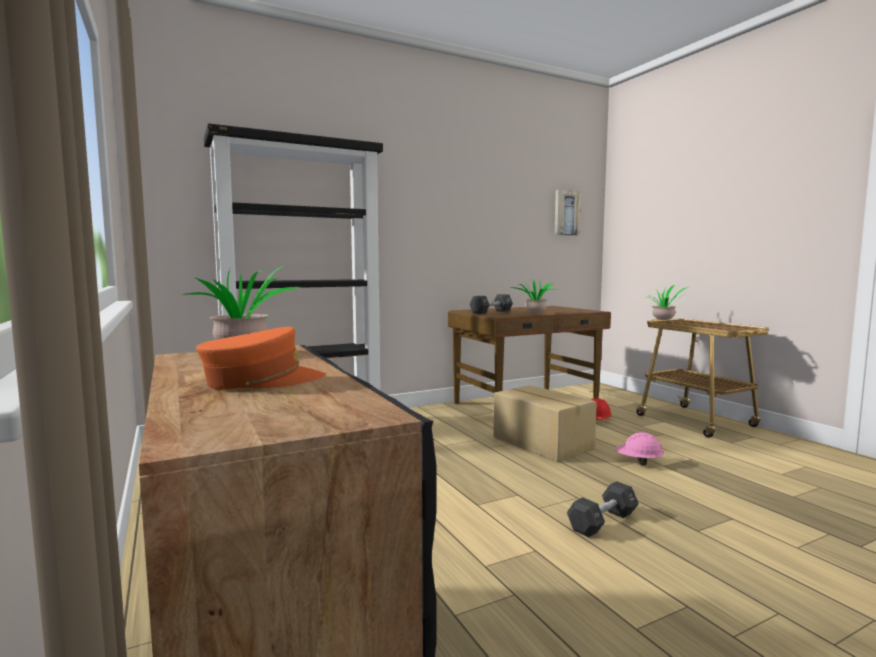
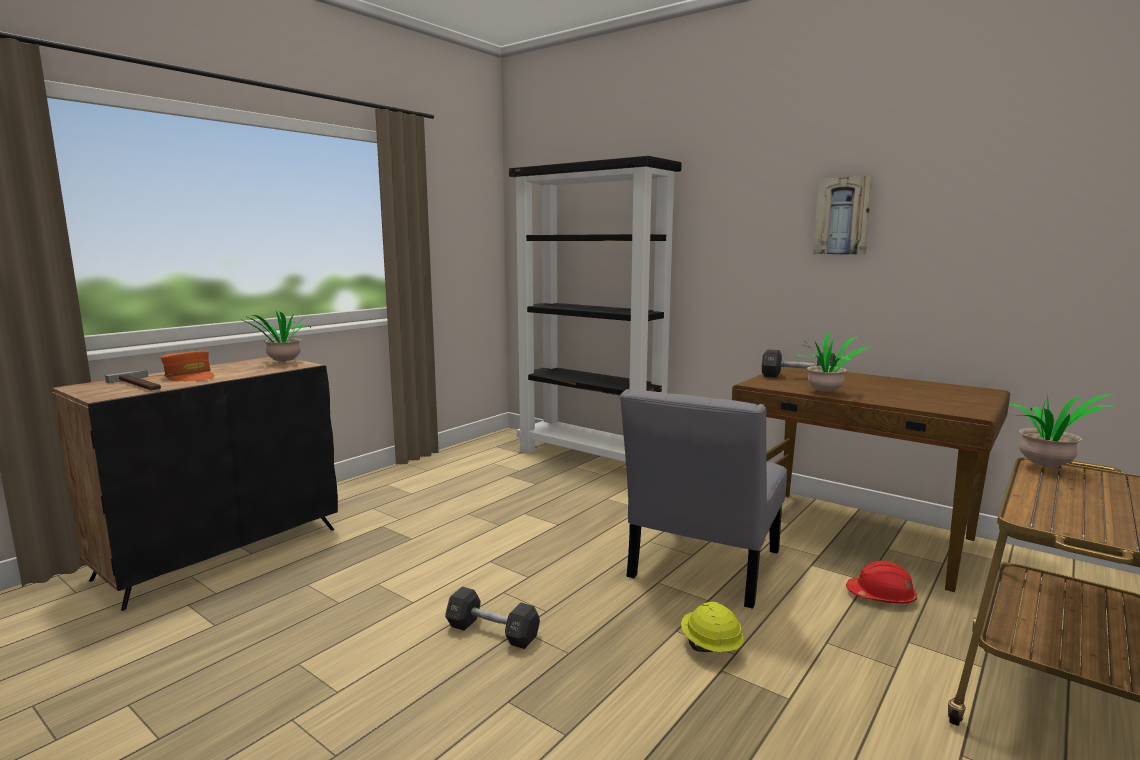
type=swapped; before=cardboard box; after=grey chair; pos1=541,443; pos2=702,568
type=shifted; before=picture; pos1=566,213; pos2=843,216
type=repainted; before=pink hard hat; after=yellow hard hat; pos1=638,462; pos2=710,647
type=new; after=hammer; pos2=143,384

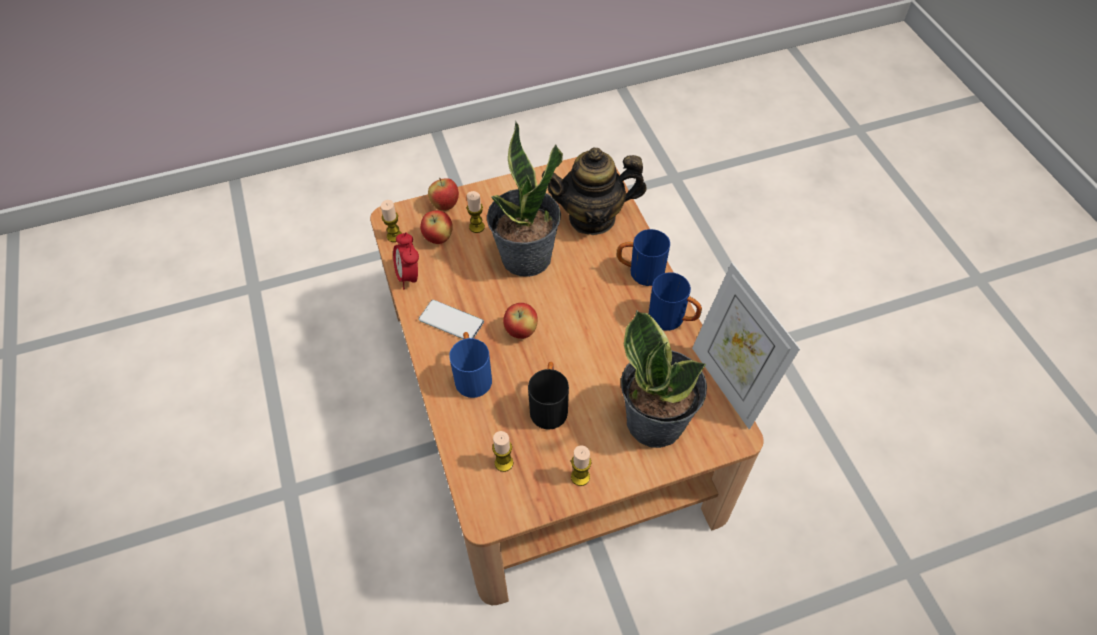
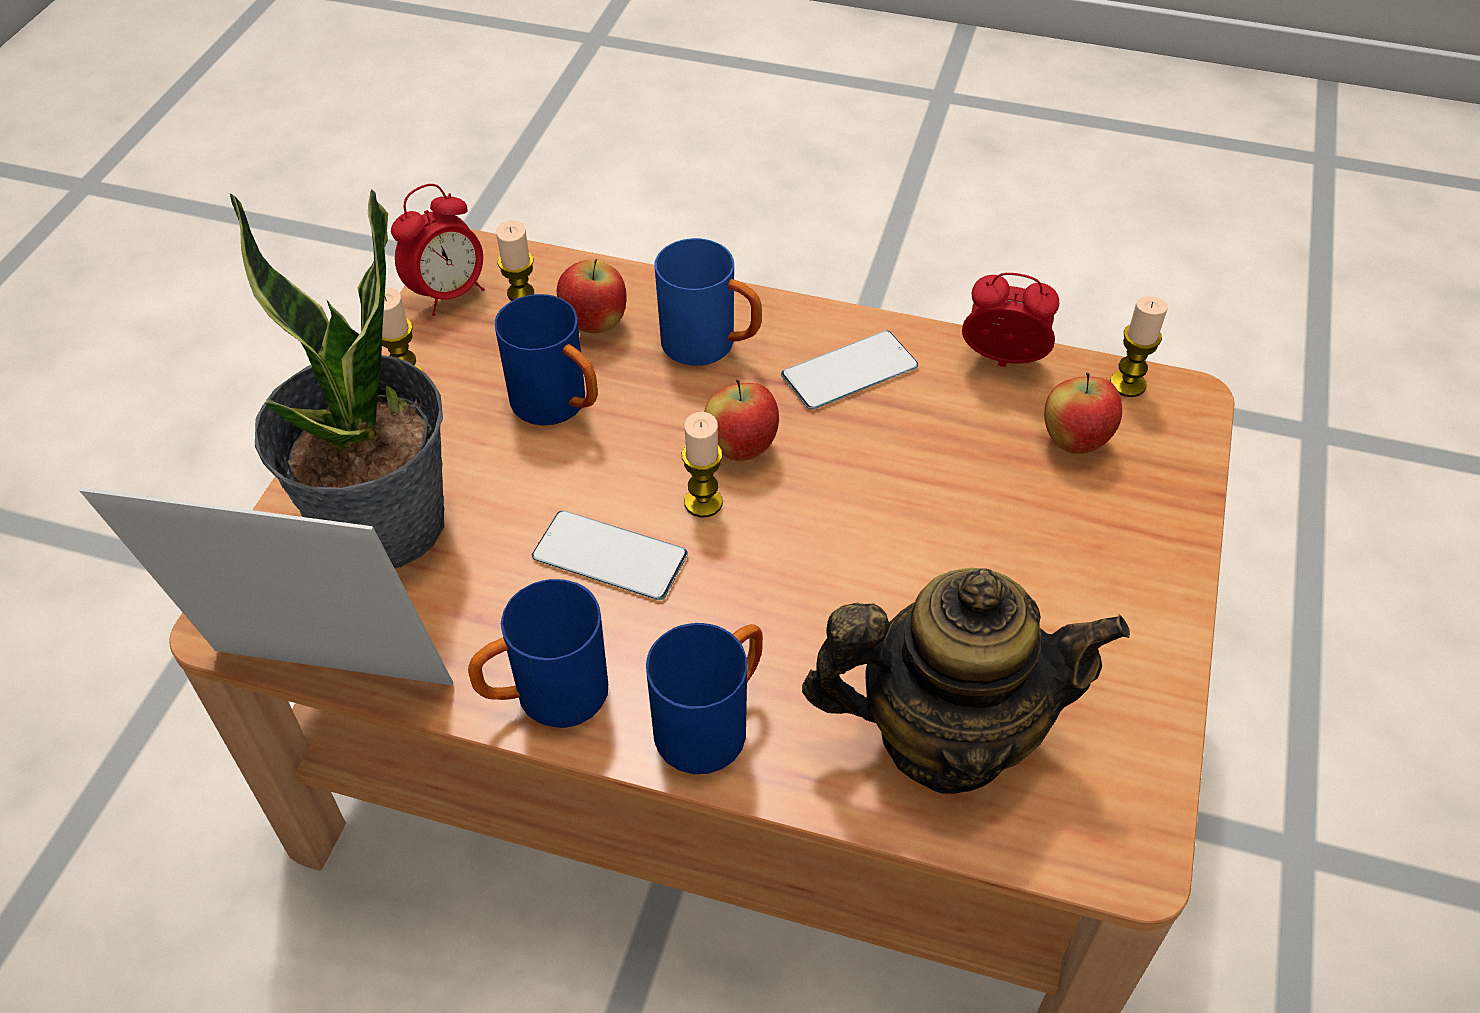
type=shifted; before=apple; pos1=445,205; pos2=595,324
type=shifted; before=candle; pos1=477,227; pos2=703,502
type=gone; before=potted plant; pos1=525,258
type=repainted; before=black mug; after=blue mug; pos1=549,405; pos2=560,407
type=rotated; before=teapot; pos1=592,218; pos2=945,735; turn=60
type=new; after=alarm clock; pos2=448,294
type=new; after=phone; pos2=610,556

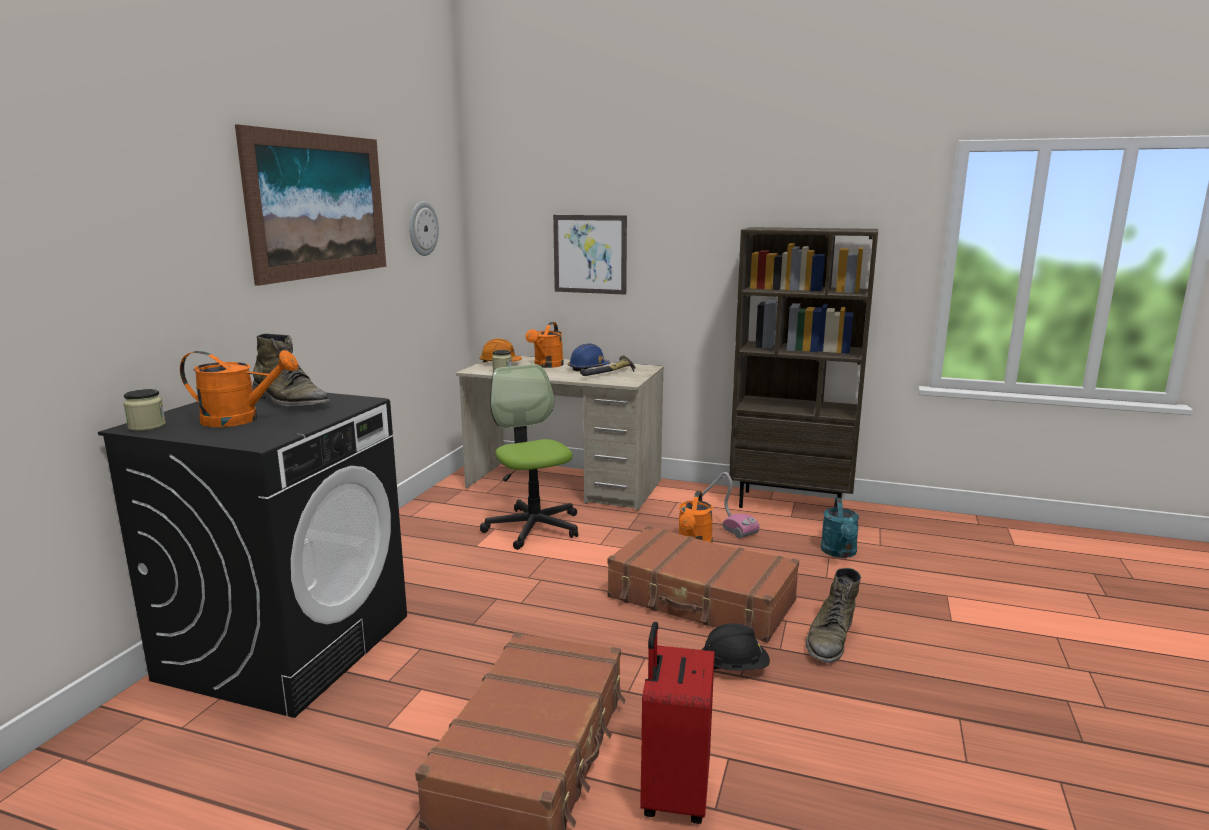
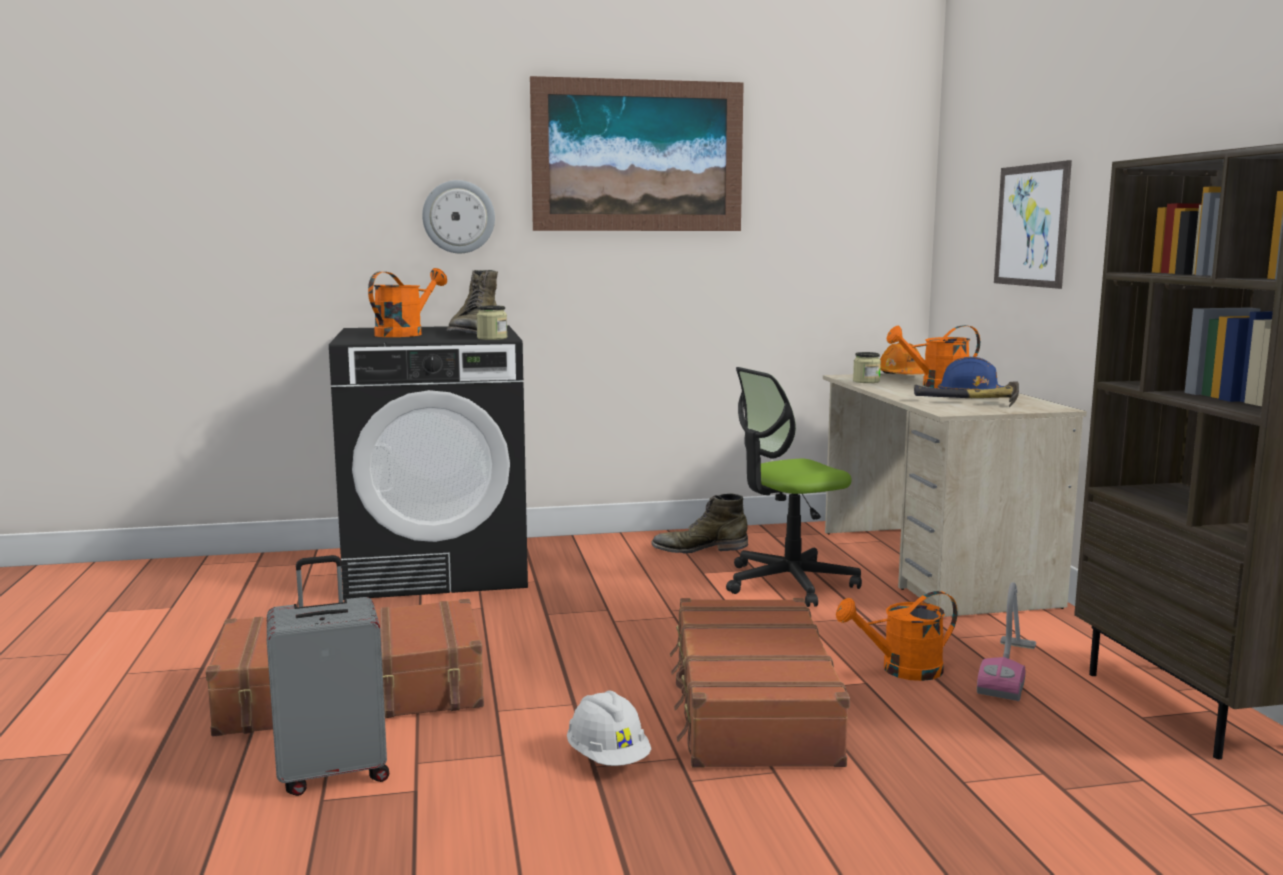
type=shifted; before=jar; pos1=147,426; pos2=492,338
type=rotated; before=orange watering can; pos1=240,420; pos2=405,334; turn=-120
type=shifted; before=wall clock; pos1=422,228; pos2=458,217
type=rotated; before=office chair; pos1=533,527; pos2=788,583; turn=-150
type=repainted; before=red suitcase; after=grey suitcase; pos1=673,794; pos2=333,772
type=repainted; before=black hard hat; after=white hard hat; pos1=734,667; pos2=608,758
type=shifted; before=green boot; pos1=830,639; pos2=699,548
type=gone; before=turquoise watering can; pos1=839,553

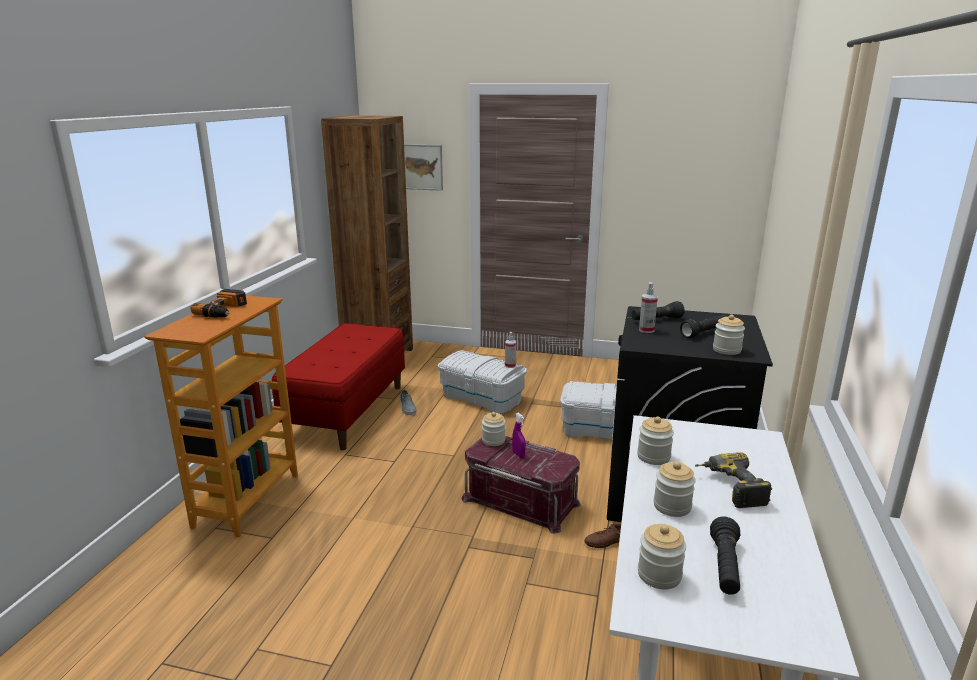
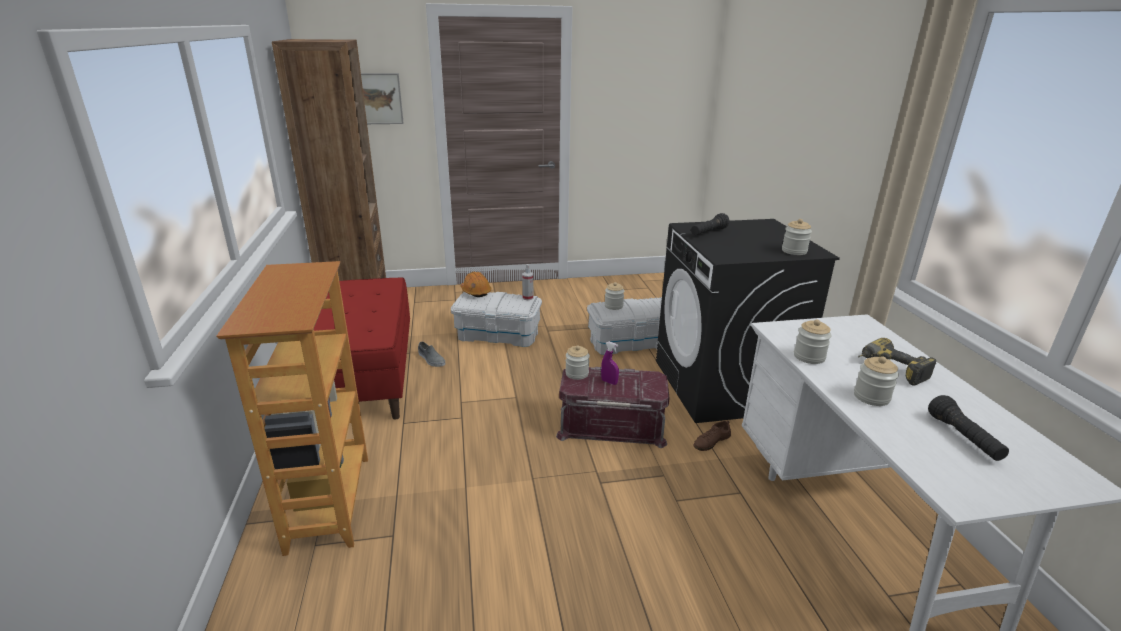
type=gone; before=power drill; pos1=224,311
type=shifted; before=jar; pos1=659,575; pos2=613,306
type=gone; before=spray bottle; pos1=646,330
type=gone; before=black flashlight; pos1=704,333
type=new; after=orange hard hat; pos2=476,291

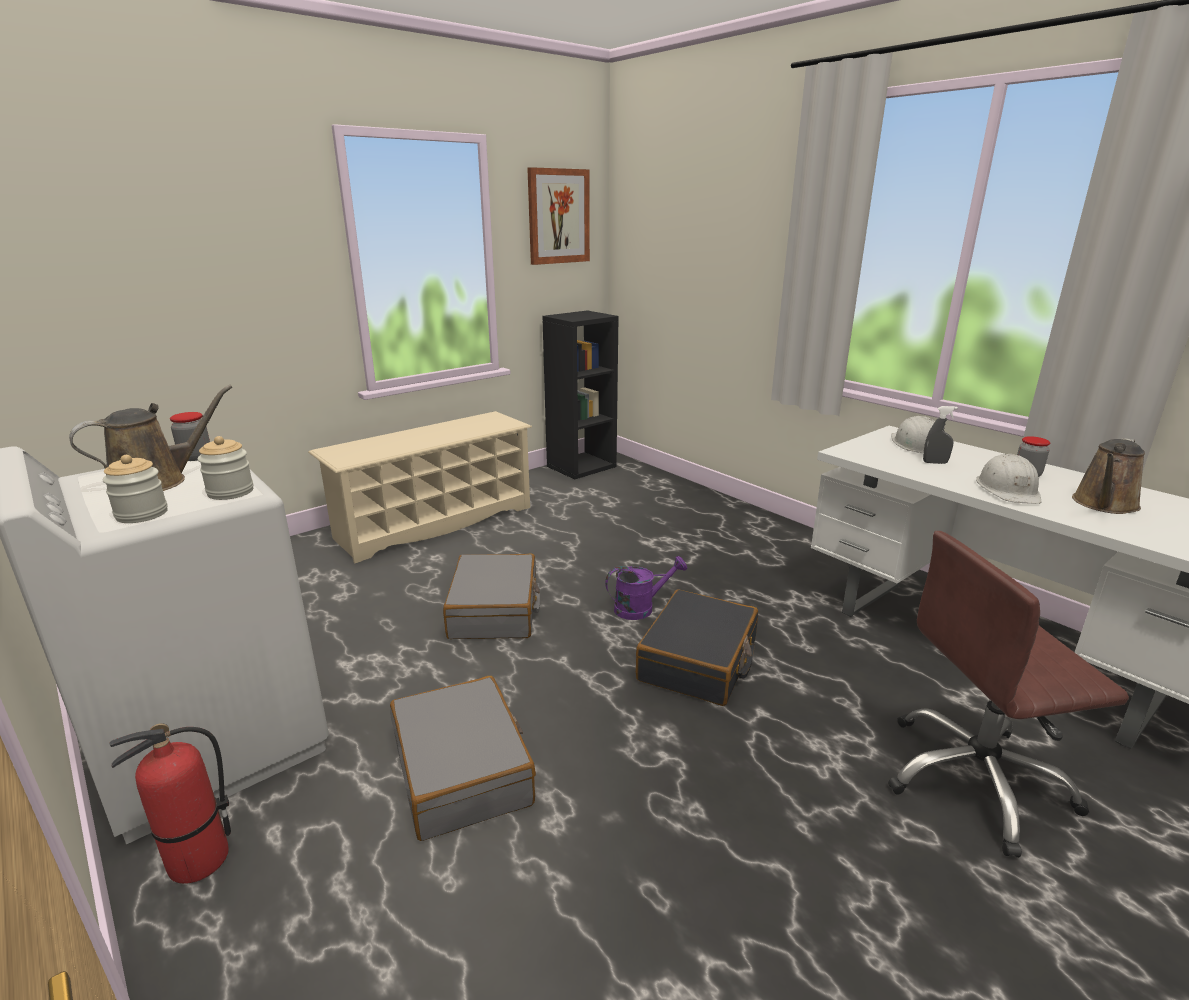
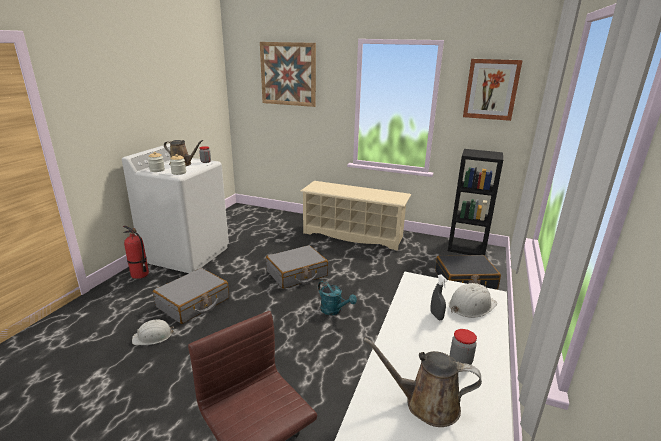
type=repainted; before=purple watering can; after=turquoise watering can; pos1=640,608; pos2=334,310
type=shifted; before=black suitcase; pos1=698,661; pos2=465,280
type=shifted; before=white hard hat; pos1=1008,490; pos2=153,336
type=new; after=picture; pos2=288,74

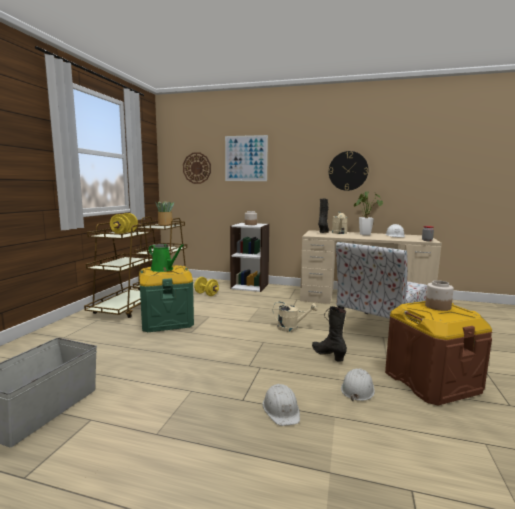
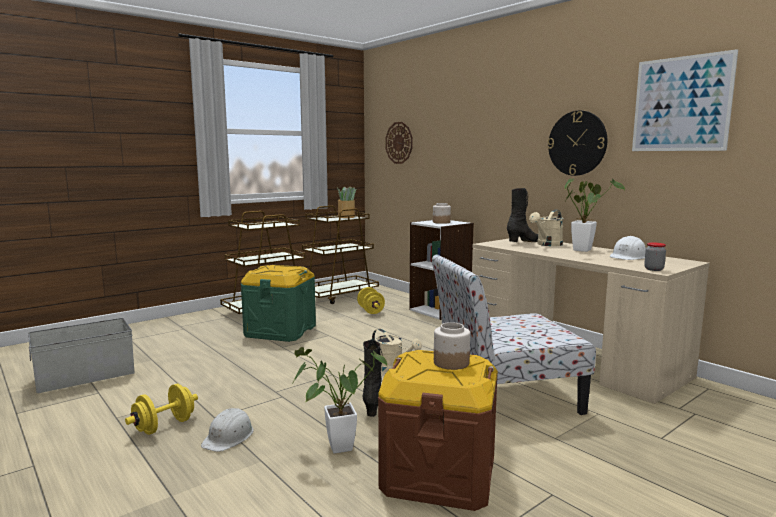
type=shifted; before=yellow dumbbell; pos1=124,233; pos2=164,426
type=gone; before=green watering can; pos1=163,269
type=shifted; before=picture; pos1=246,158; pos2=681,104
type=swapped; before=white hard hat; after=potted plant; pos1=357,389; pos2=334,448

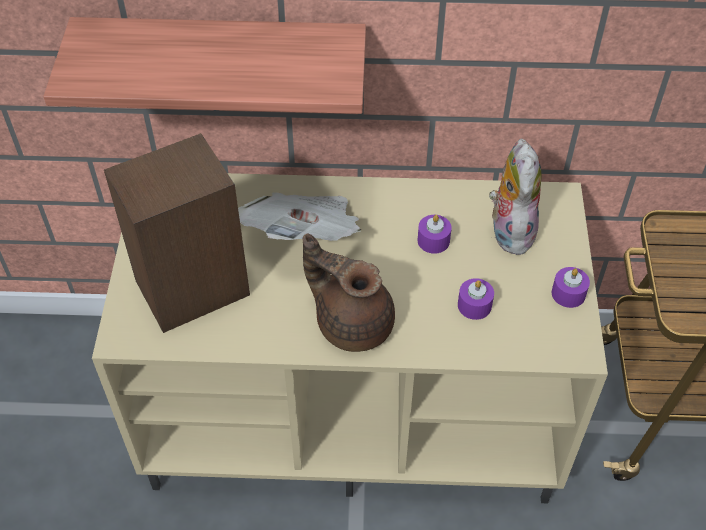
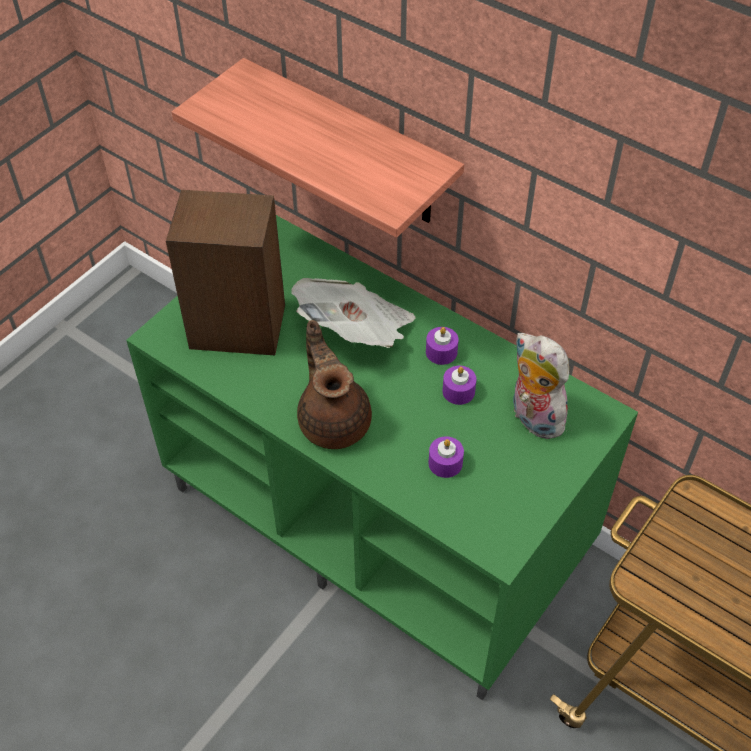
type=repainted; before=beige tv stand; after=green tv stand; pos1=356,409; pos2=380,522
type=rotated; before=plush toy; pos1=509,230; pos2=532,418; turn=-75
type=shifted; before=purple candle; pos1=568,293; pos2=441,352

